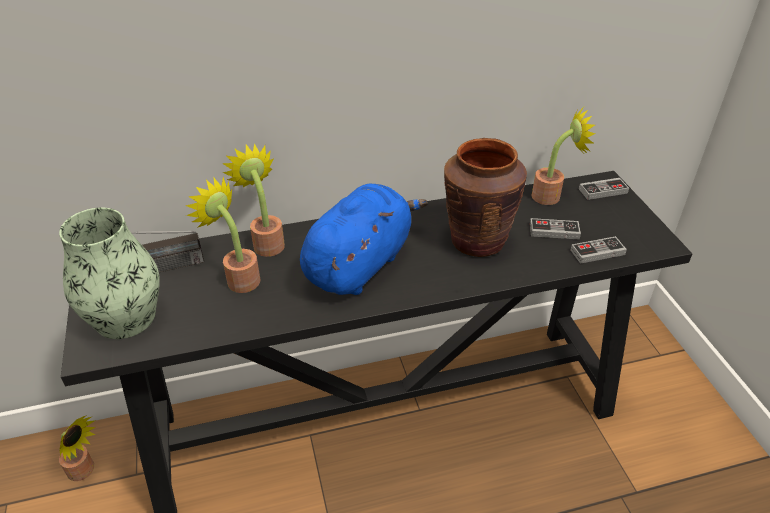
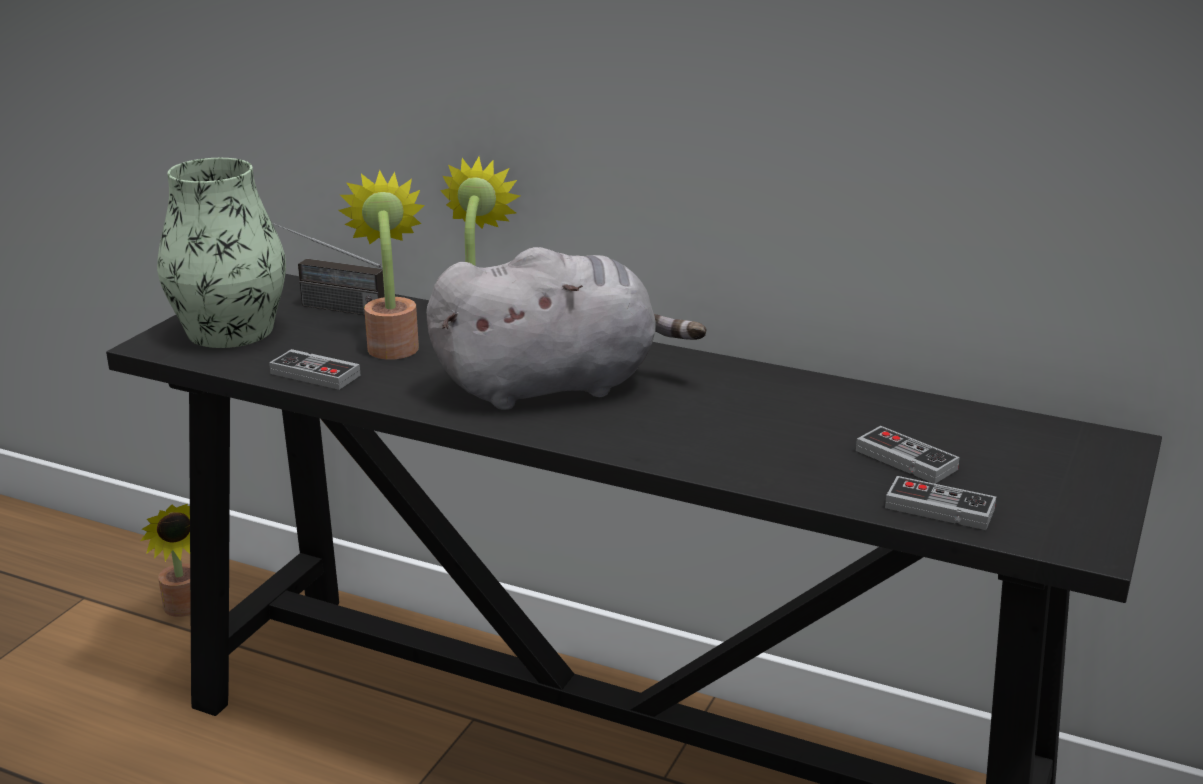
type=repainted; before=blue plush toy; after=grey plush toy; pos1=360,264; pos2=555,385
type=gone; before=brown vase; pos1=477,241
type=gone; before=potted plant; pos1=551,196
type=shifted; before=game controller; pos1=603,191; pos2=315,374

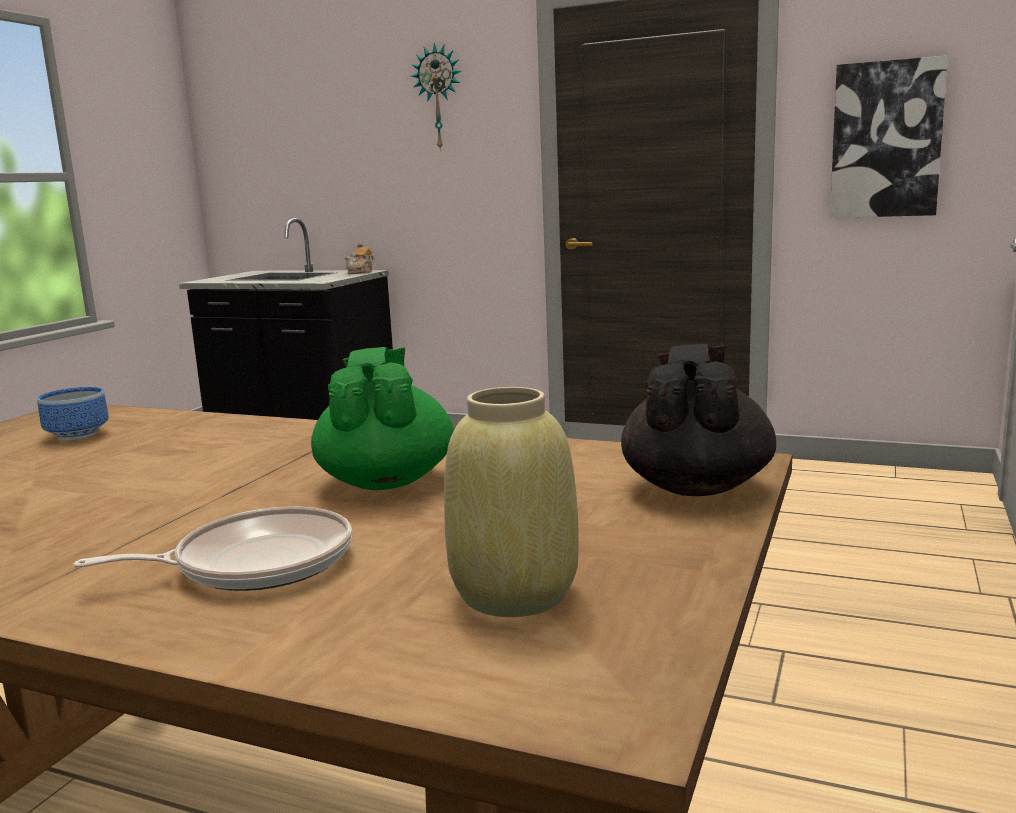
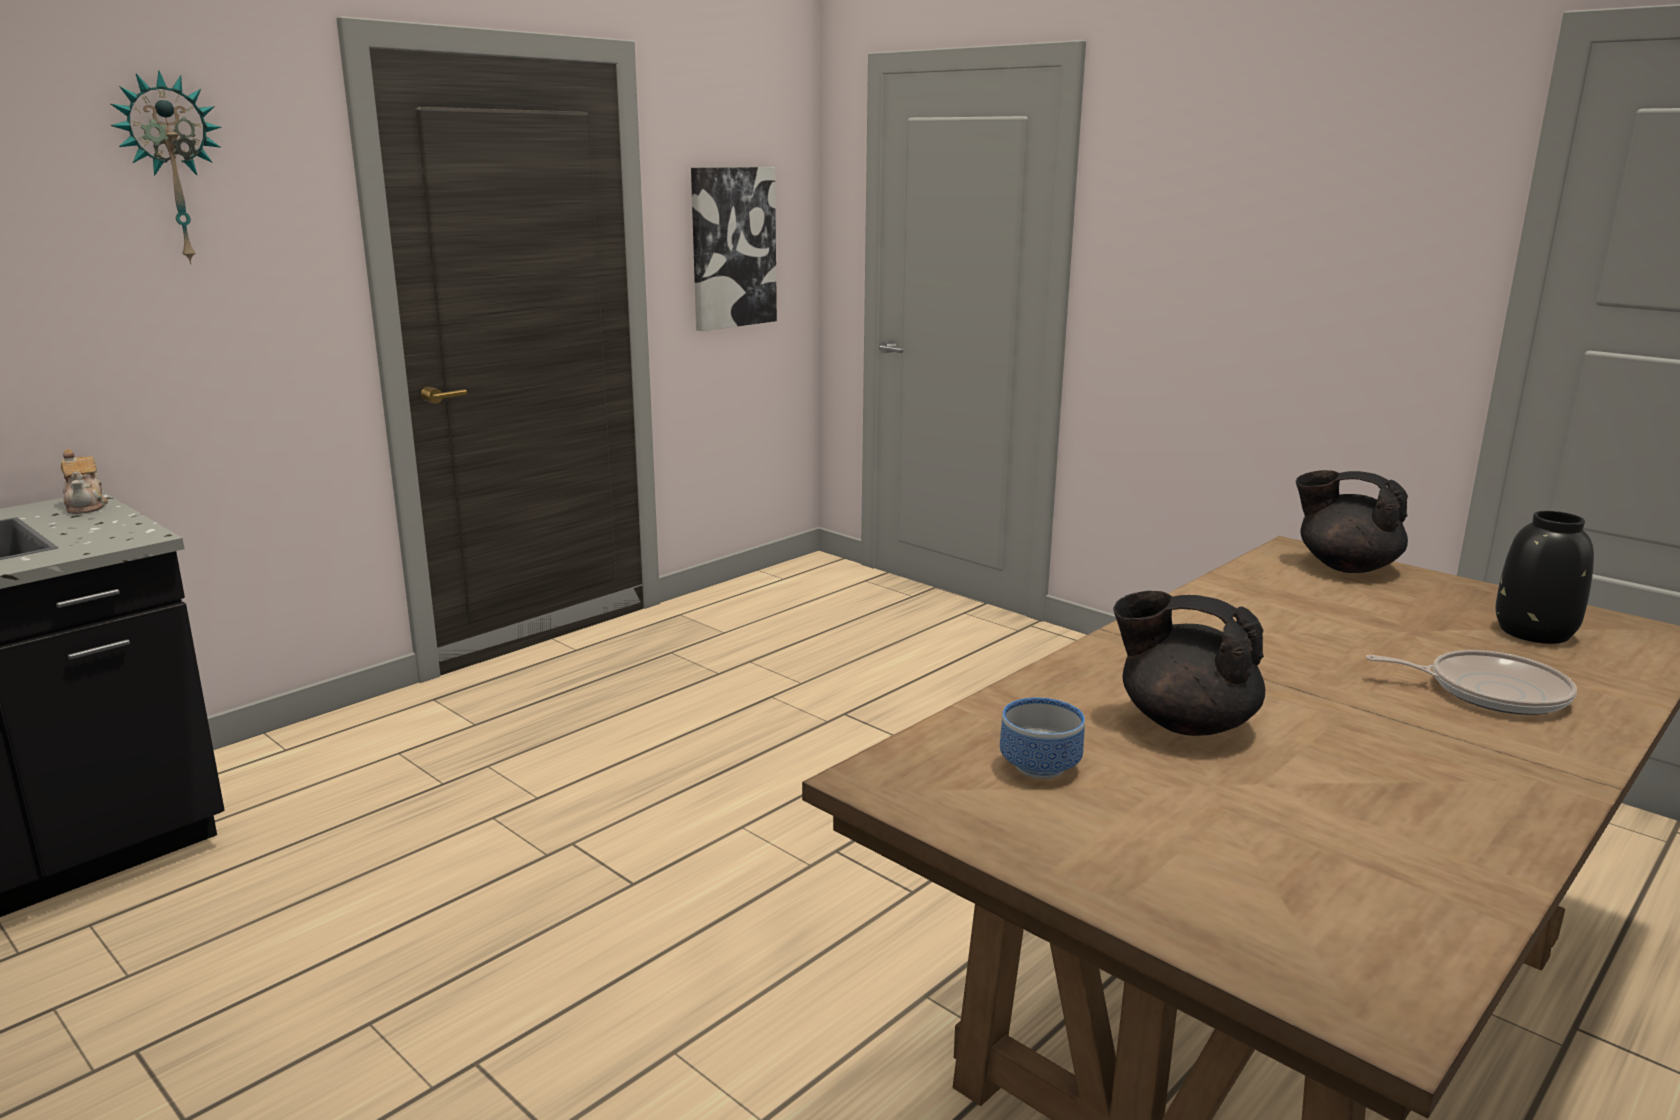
type=rotated; before=frying pan; pos1=255,563; pos2=1490,691; turn=105
type=gone; before=green teapot; pos1=386,481
type=repainted; before=beige vase; after=black vase; pos1=515,595; pos2=1535,632
type=new; after=black teapot; pos2=1184,723

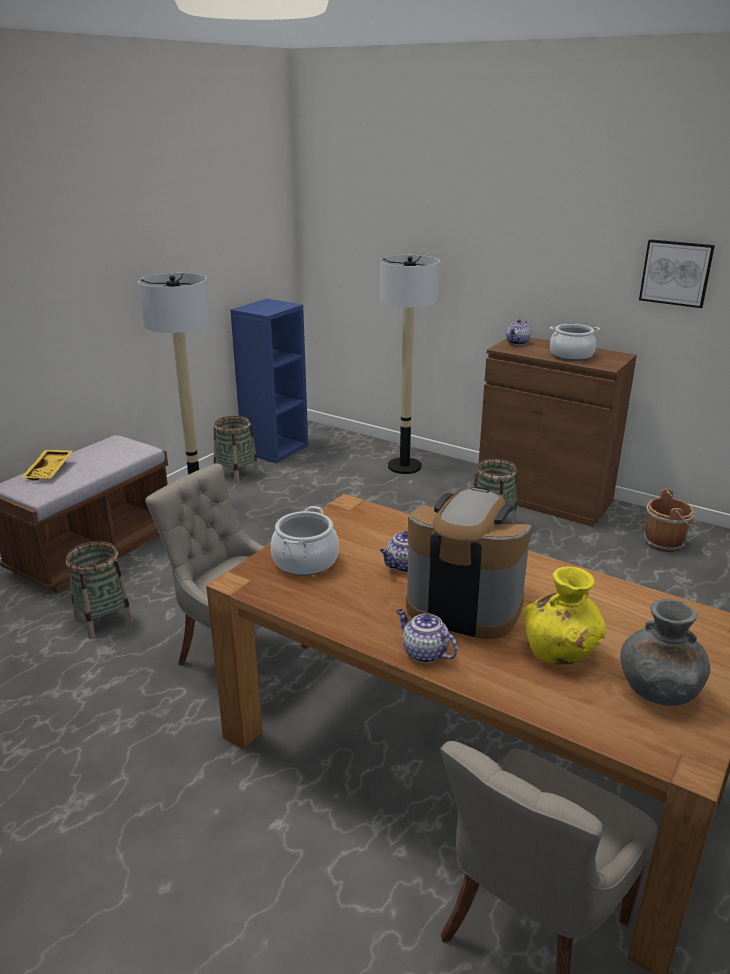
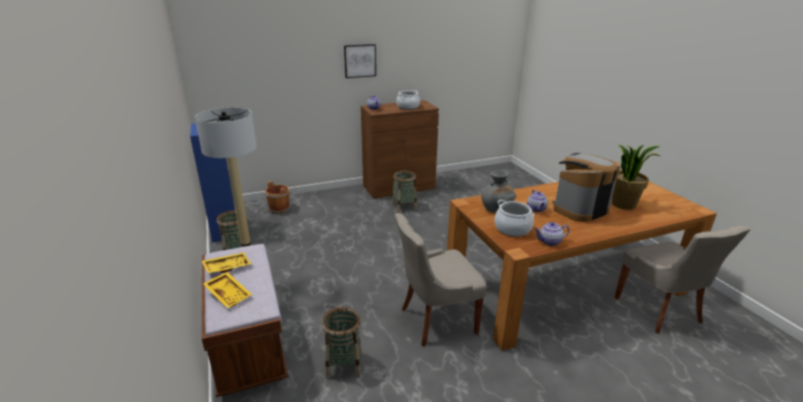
type=gone; before=floor lamp; pos1=404,466
type=shifted; before=teapot; pos1=424,652; pos2=549,242
type=swapped; before=yellow vase; after=potted plant; pos1=560,651; pos2=623,204
type=shifted; before=grey vase; pos1=657,690; pos2=496,208
type=shifted; before=picture; pos1=676,273; pos2=360,61
type=shifted; before=brown bucket; pos1=665,542; pos2=280,208
type=new; after=yellow tray; pos2=227,267

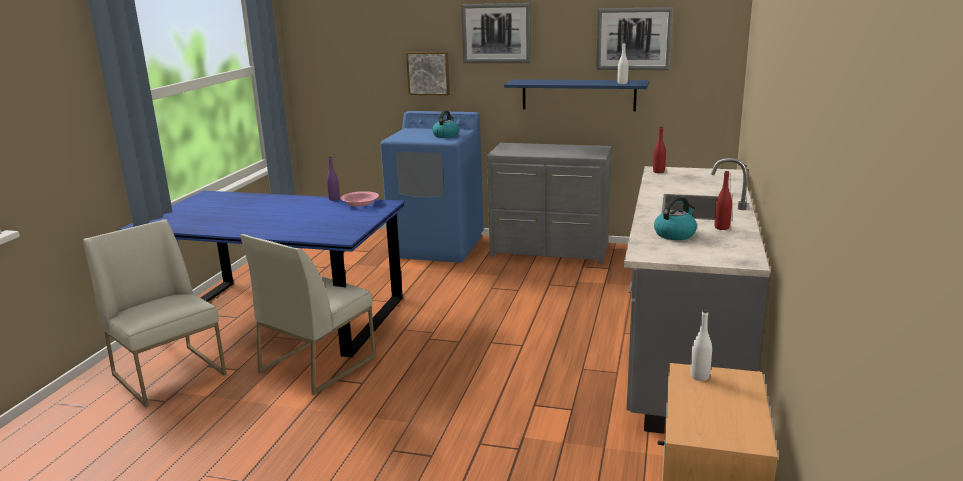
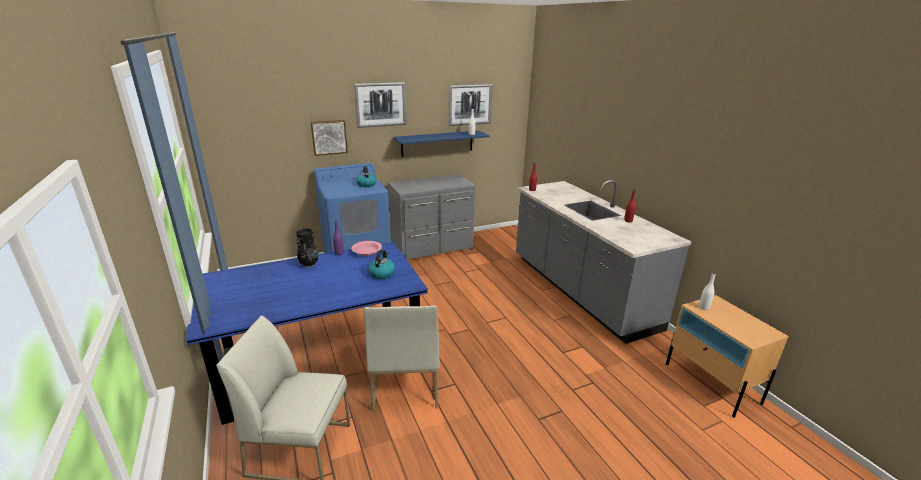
type=shifted; before=kettle; pos1=675,234; pos2=382,273
type=new; after=black vase; pos2=308,265

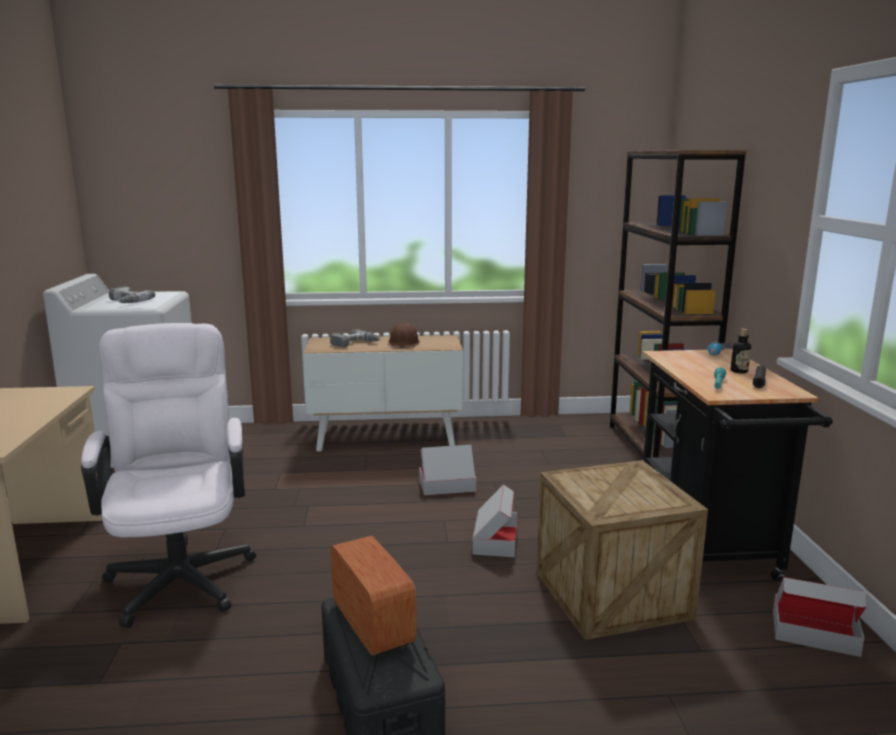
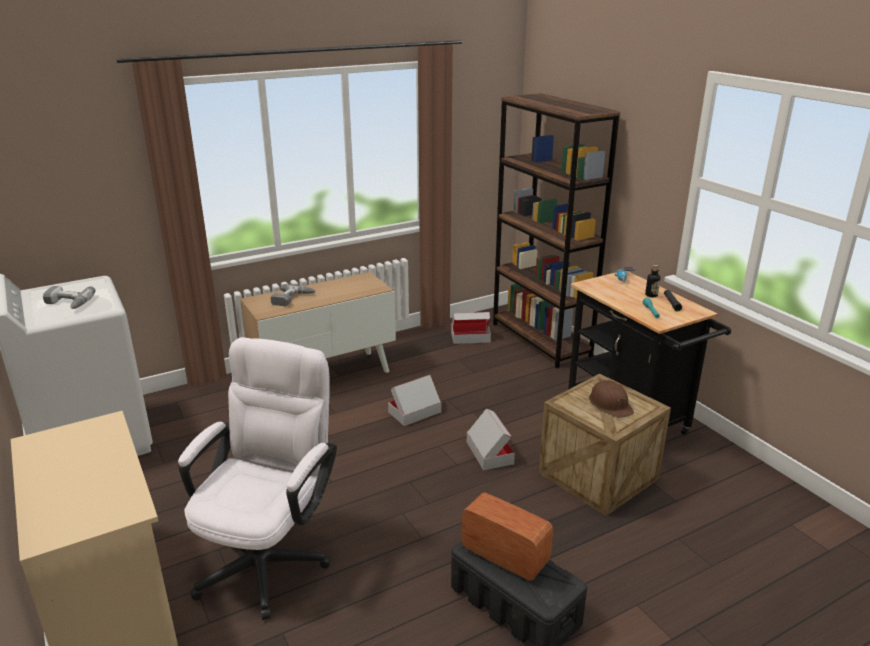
type=rotated; before=white office chair; pos1=182,572; pos2=270,555; turn=60
type=shifted; before=brown hard hat; pos1=404,343; pos2=610,404
type=shifted; before=cardboard box; pos1=815,633; pos2=470,337

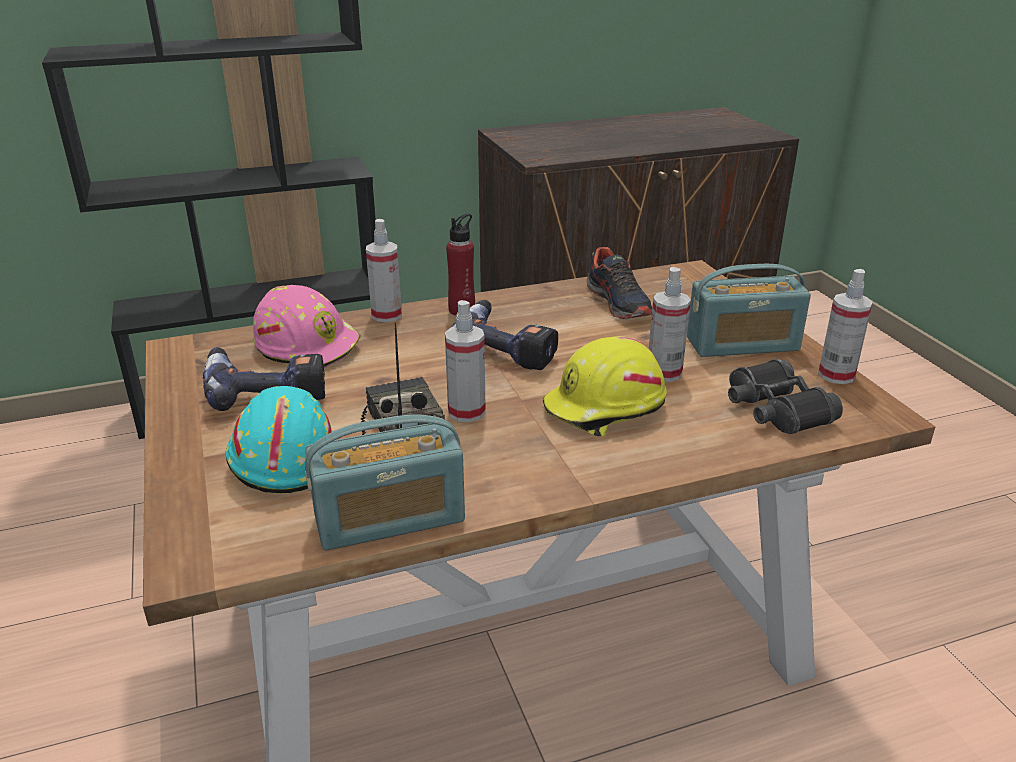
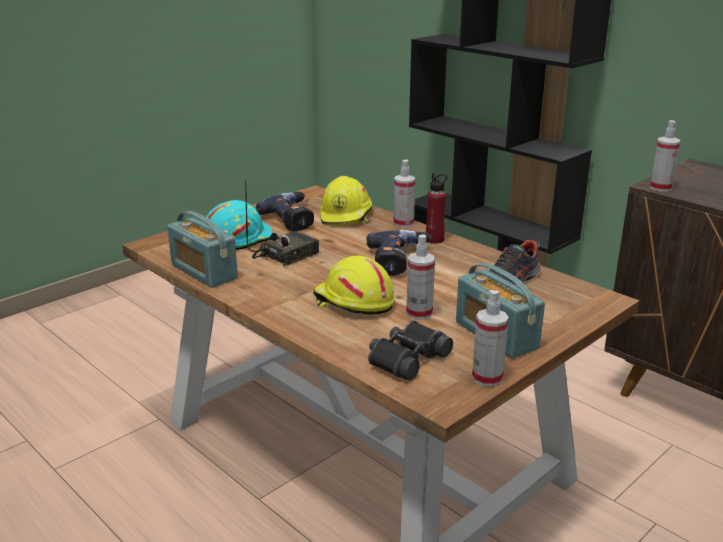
type=repainted; before=pink hard hat; after=yellow hard hat; pos1=308,346; pos2=346,216
type=shifted; before=spray bottle; pos1=466,412; pos2=660,188

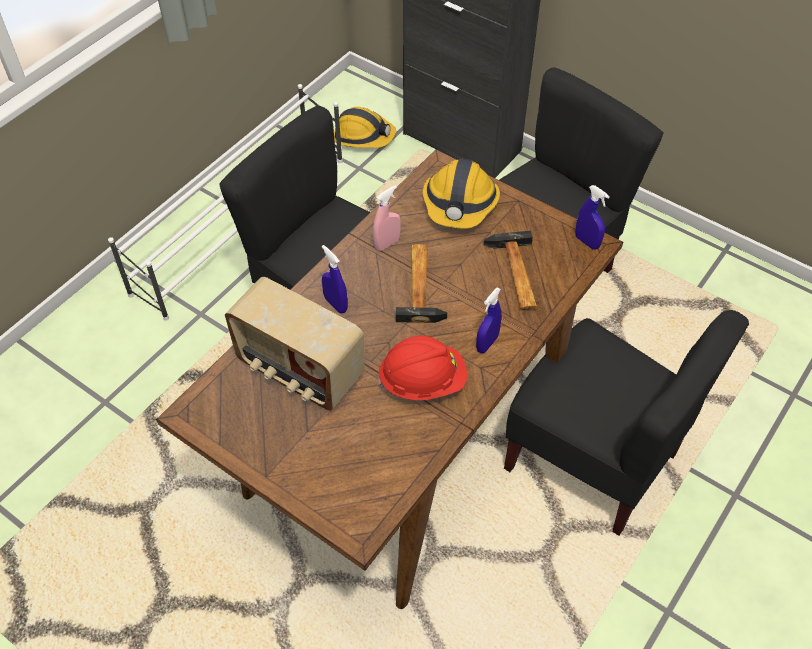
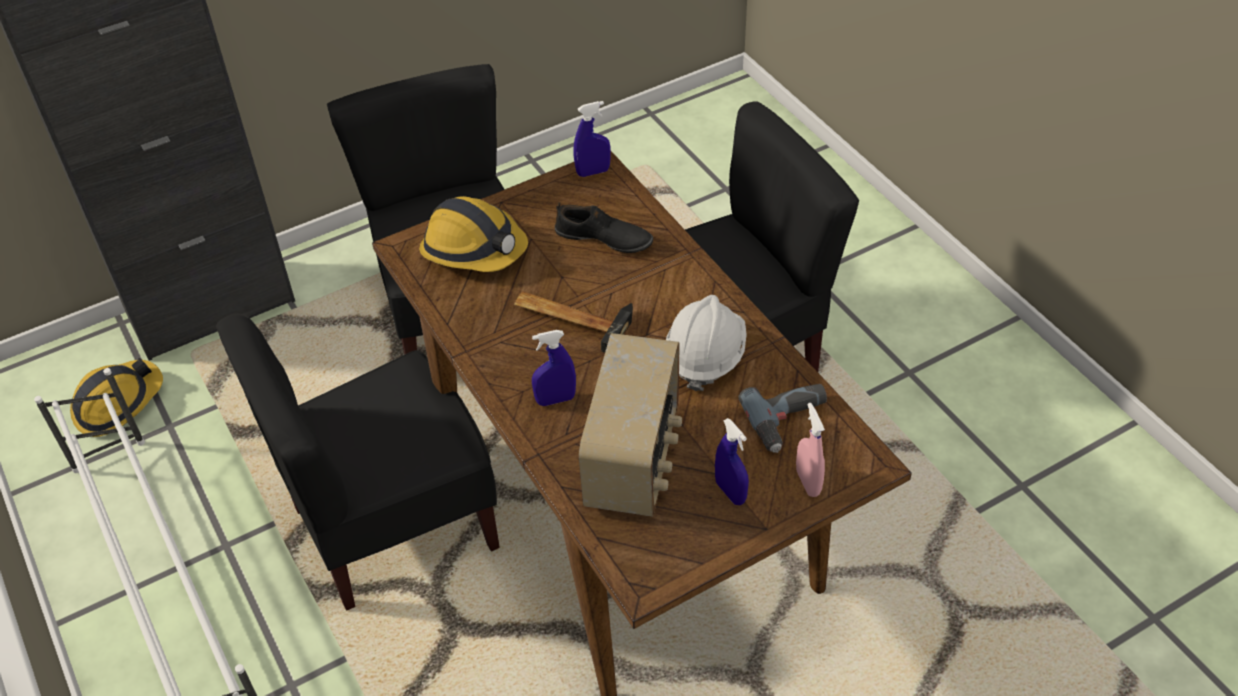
type=rotated; before=radio; pos1=299,371; pos2=635,459; turn=-45
type=shifted; before=pink spray bottle; pos1=387,244; pos2=808,482
type=repainted; before=red hard hat; after=white hard hat; pos1=422,381; pos2=705,356
type=shifted; before=blue spray bottle; pos1=487,343; pos2=730,492
type=swapped; before=hammer; after=black shoe; pos1=515,275; pos2=604,239
type=new; after=power drill; pos2=789,421

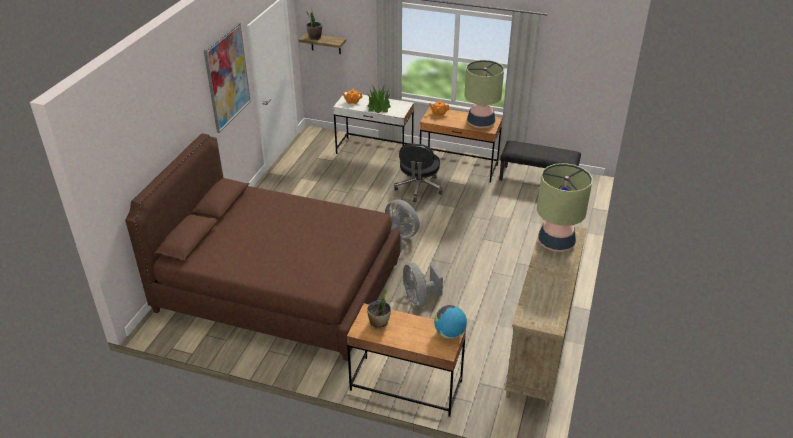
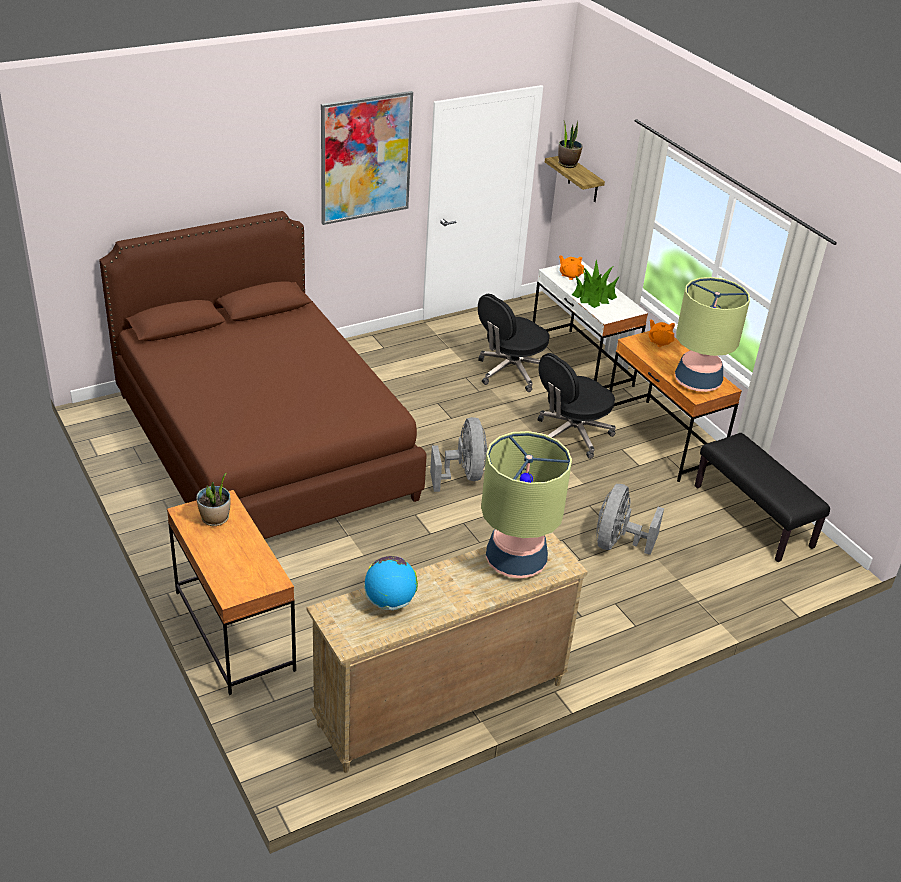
type=shifted; before=grey fan; pos1=419,299; pos2=617,543
type=shifted; before=globe; pos1=449,333; pos2=390,602
type=new; after=black office chair; pos2=510,372

